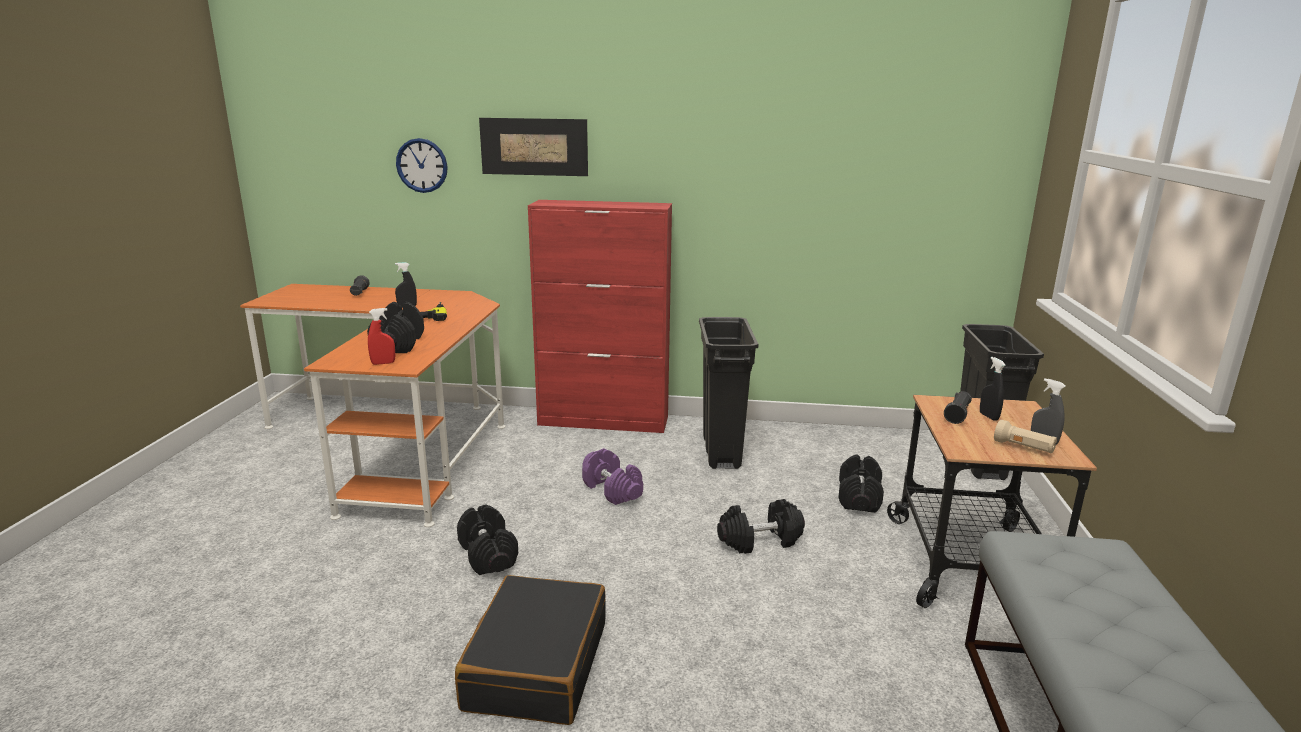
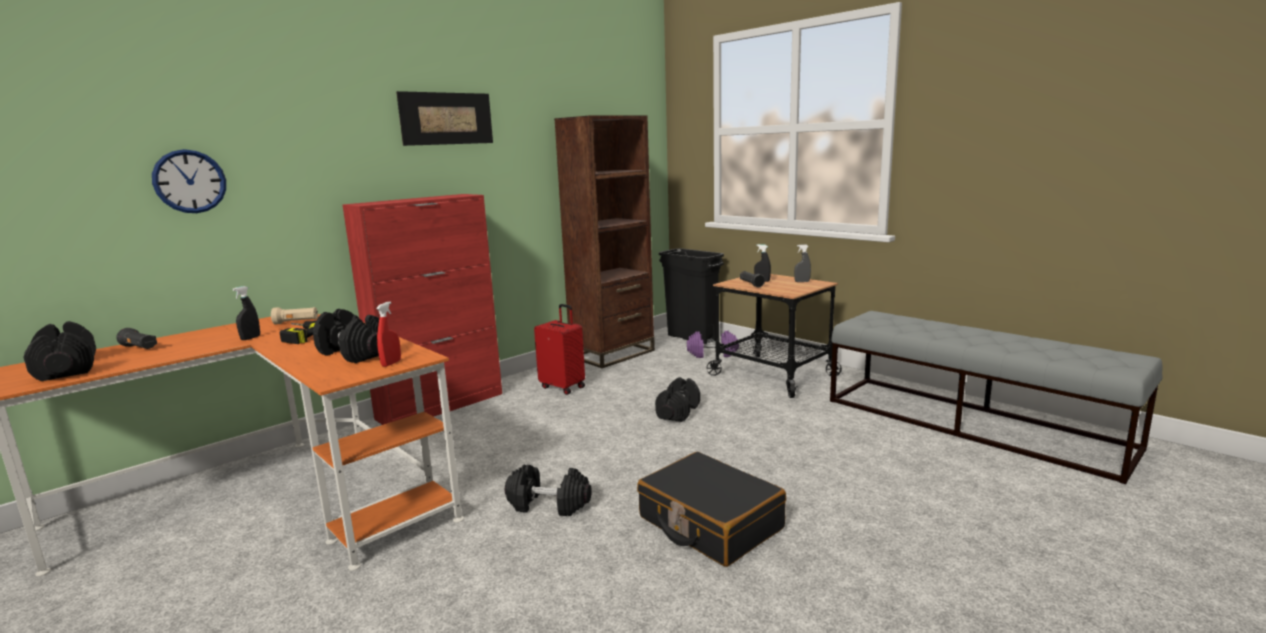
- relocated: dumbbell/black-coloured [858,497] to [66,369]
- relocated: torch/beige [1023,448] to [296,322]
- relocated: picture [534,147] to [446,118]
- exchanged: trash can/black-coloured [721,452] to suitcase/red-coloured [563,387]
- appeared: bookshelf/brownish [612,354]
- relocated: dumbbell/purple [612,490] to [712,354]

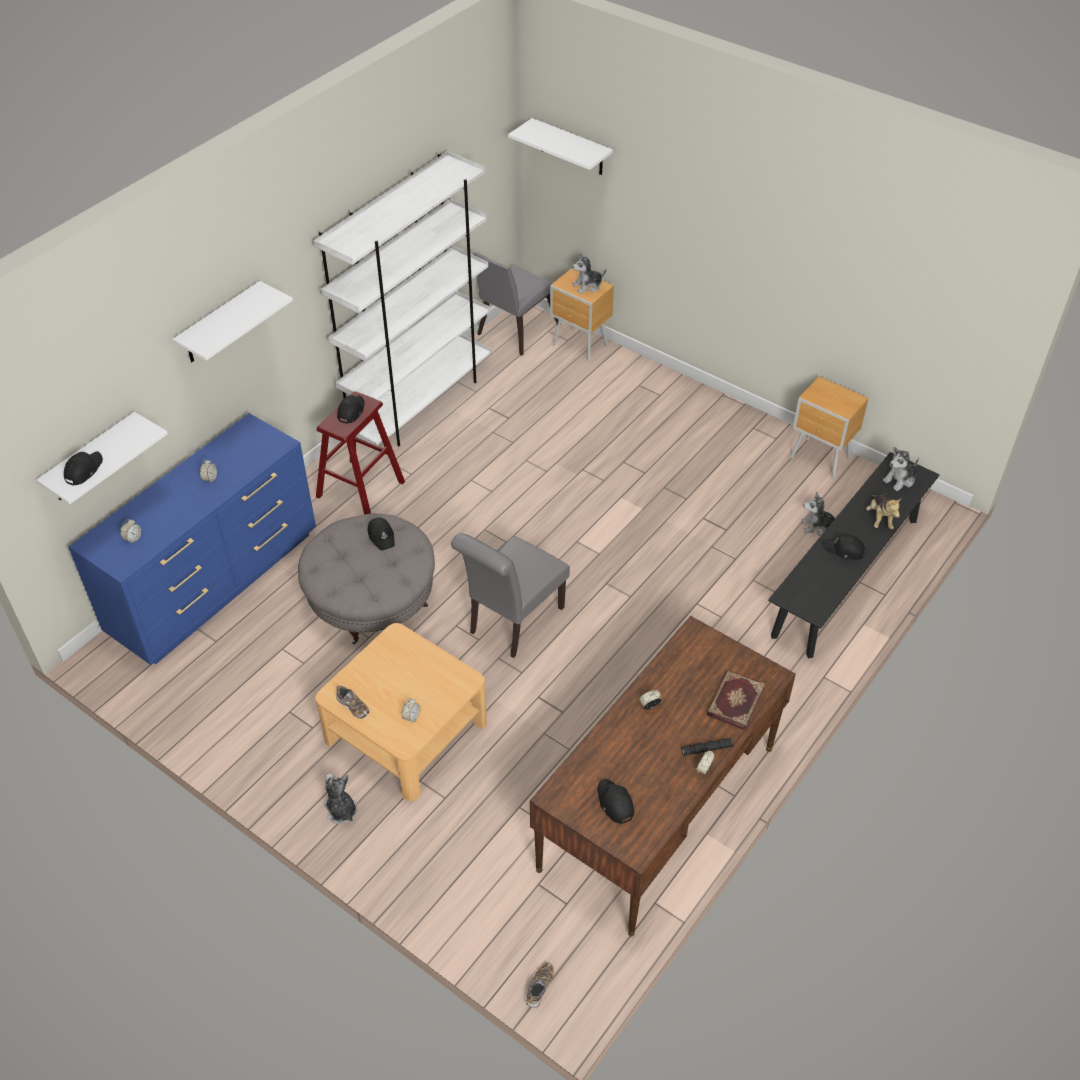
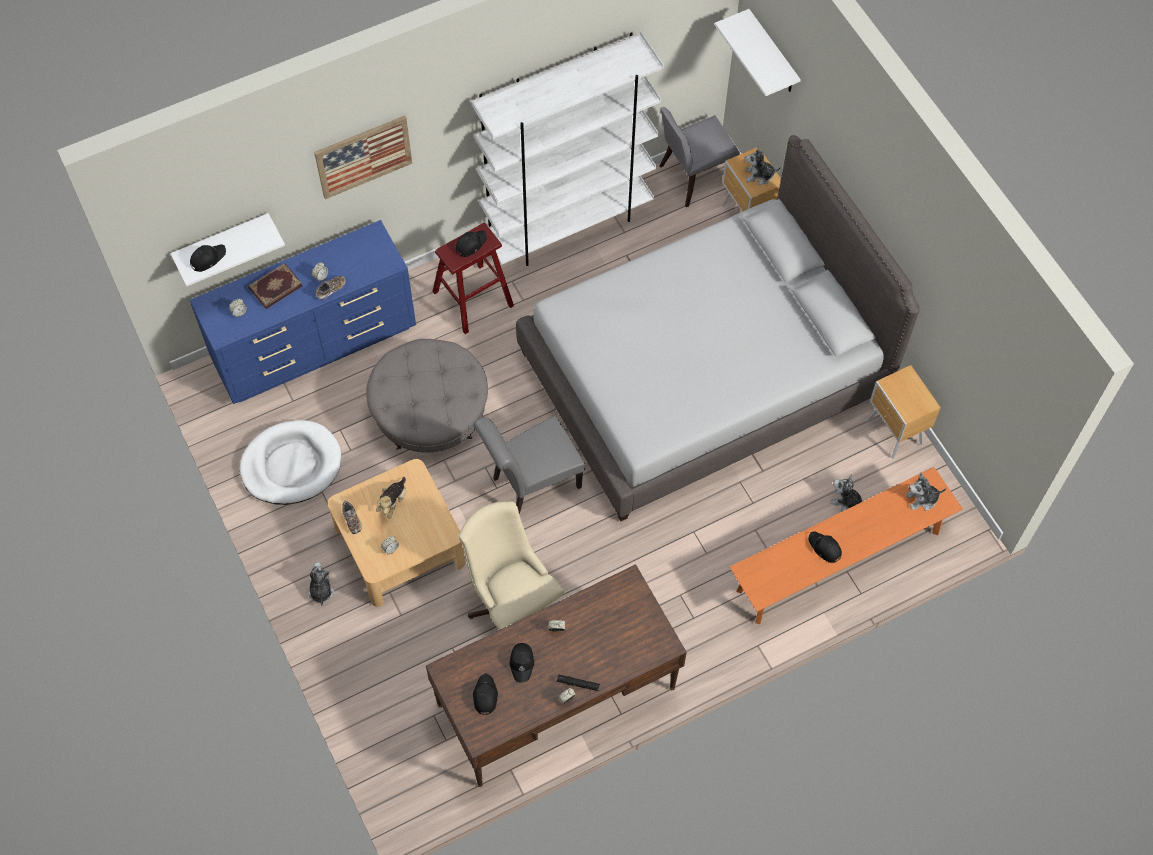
- appeared: dog cushion/whitish [291,465]
- relocated: book [734,701] to [275,286]
- exchanged: bracket shelf/whitish [220,324] to picture [363,156]
- relocated: low shoe [539,987] to [330,289]
- relocated: soft toy [879,518] to [393,502]
- appeared: computer chair/beige [511,602]
- relocated: cap/black-coloured [382,536] to [522,663]
- appeared: bedroom bed/gray [703,374]
- colour: indoor bench/black-coloured [846,576] to indoor bench/orangey [838,561]

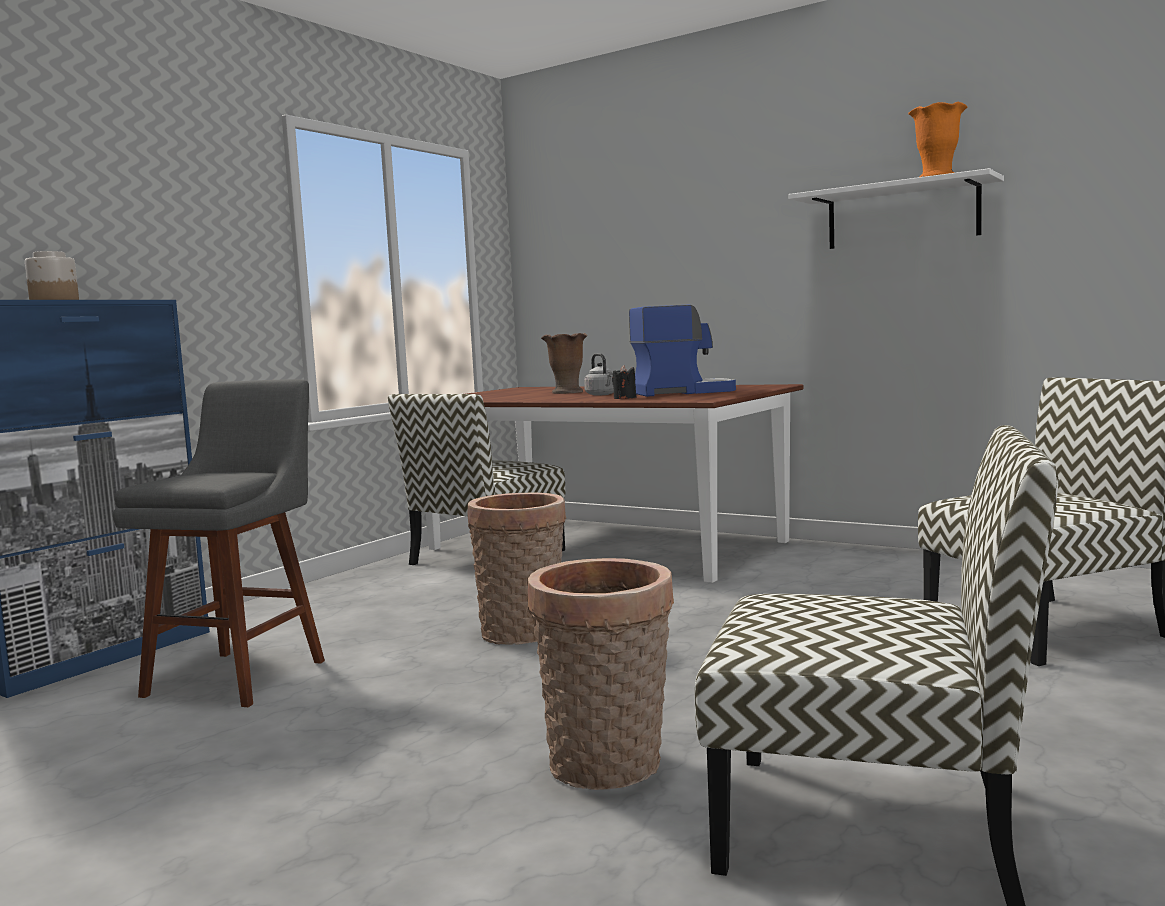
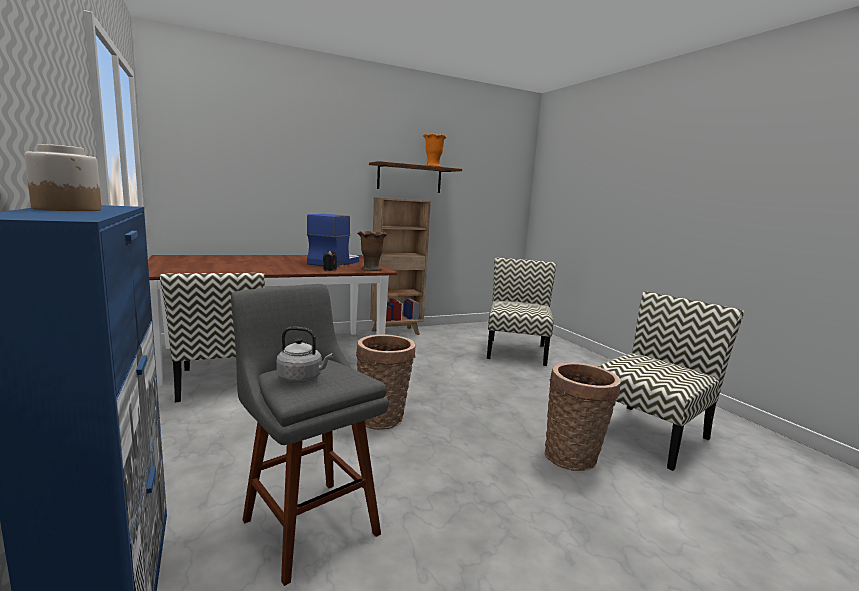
- relocated: kettle/gray [602,395] to [302,378]
- relocated: flower vase/brownish [567,392] to [371,269]
- colour: bracket shelf/whitish [902,215] to bracket shelf/brownish [409,178]
- appeared: bookshelf/brownish [396,332]

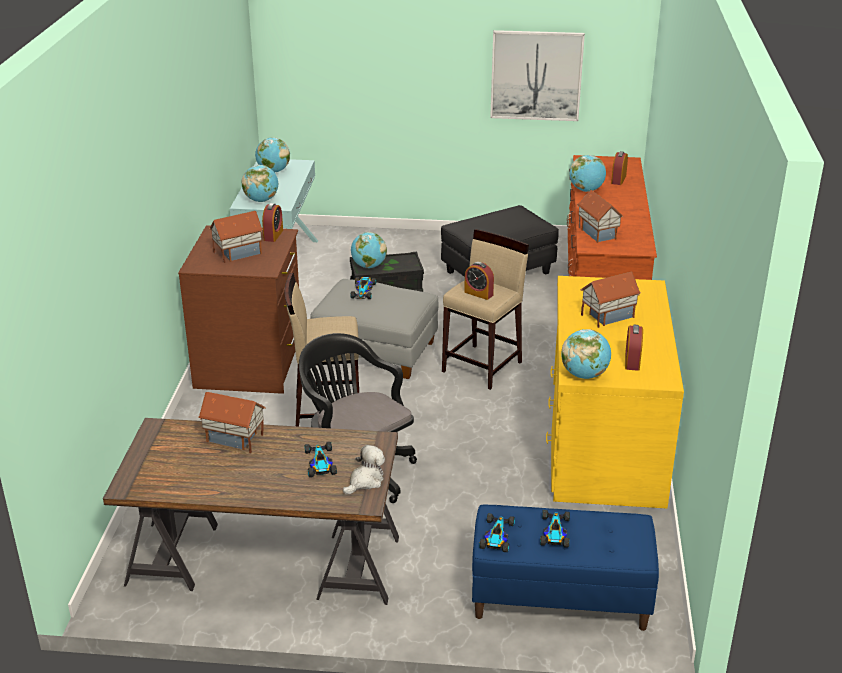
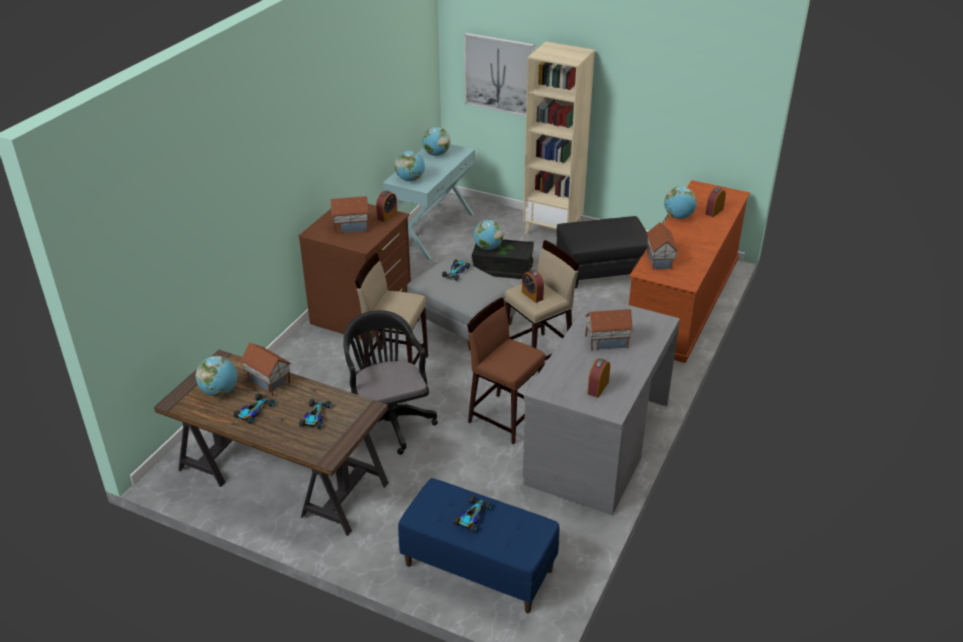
- relocated: world globe [584,375] to [220,391]
- relocated: miniature car [496,537] to [254,411]
- relocated: picture [536,75] to [499,74]
- appeared: sitting stool/brownish [505,418]
- appeared: bookshelf/beige [553,229]
- colour: desk unit/yellow-coloured [604,441] to desk unit/gray [597,443]
- missing: soft toy [365,481]

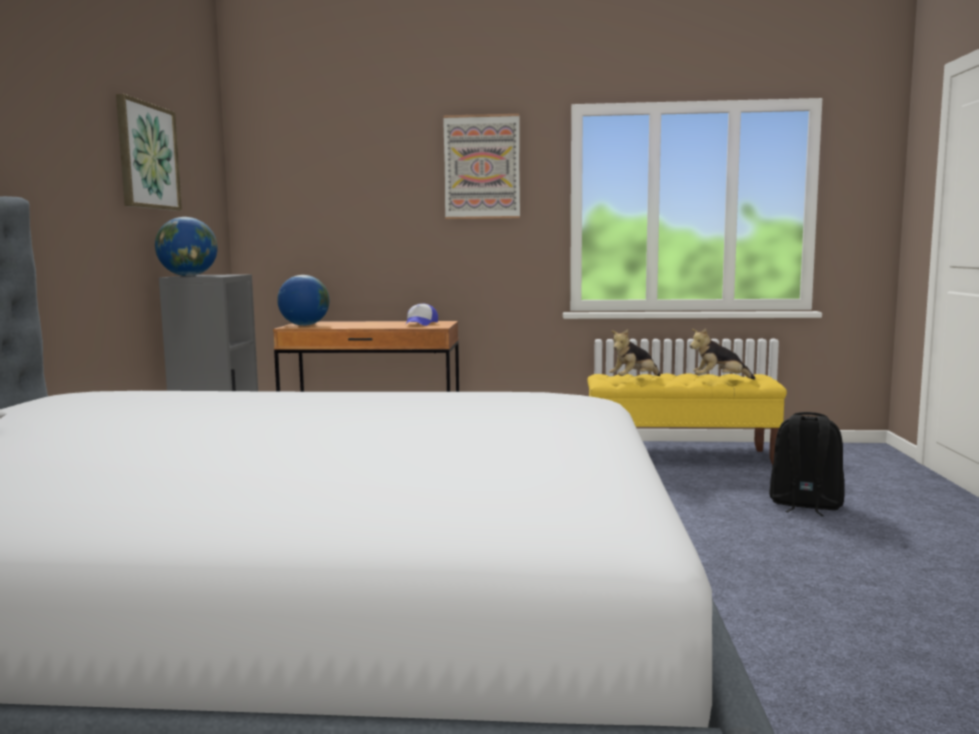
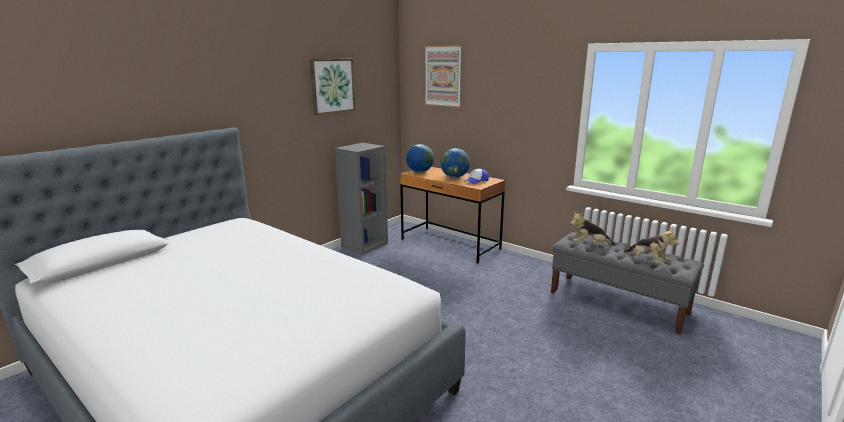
- relocated: picture [482,167] to [443,76]
- relocated: world globe [188,276] to [454,177]
- colour: indoor bench/yellow-coloured [680,458] to indoor bench/gray [618,303]
- spun: soft toy [719,380] = [648,260] 150 degrees counterclockwise
- missing: knapsack/black-coloured [804,505]

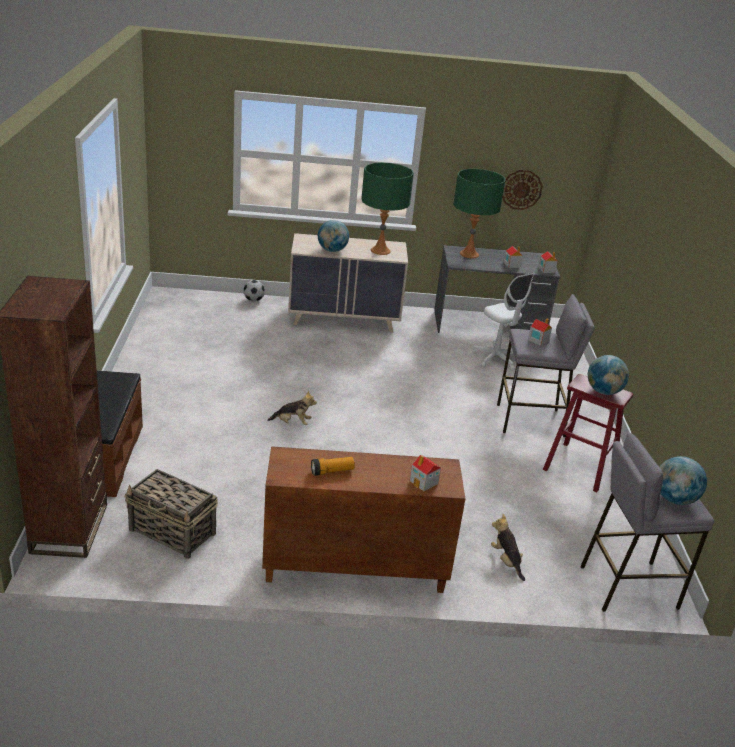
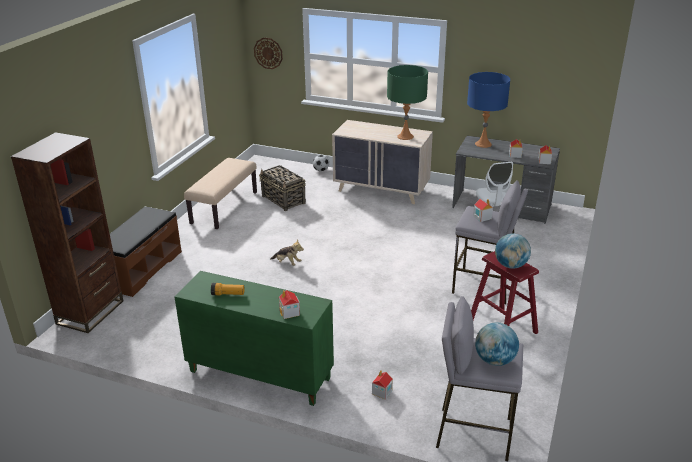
- colour: cabinet/brownish [353,569] to cabinet/greenish [258,375]
- appeared: indoor bench/beige [224,207]
- relocated: hanging clock [521,189] to [268,53]
- relocated: storage basket [173,532] to [283,200]
- exchanged: soft toy [506,561] to model house [382,392]
- colour: lamp for a table/greenish [469,254] to lamp for a table/bluish [483,144]
- missing: world globe [332,250]

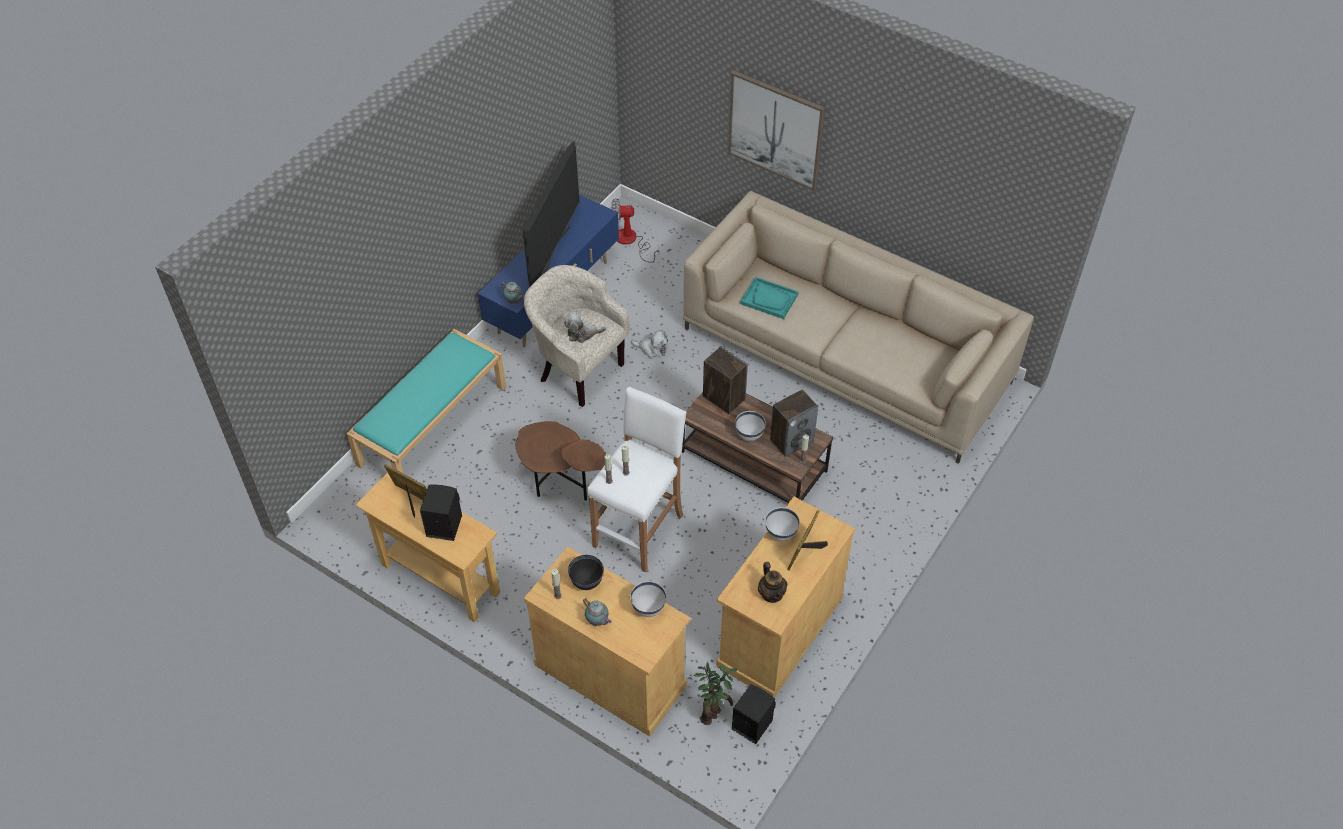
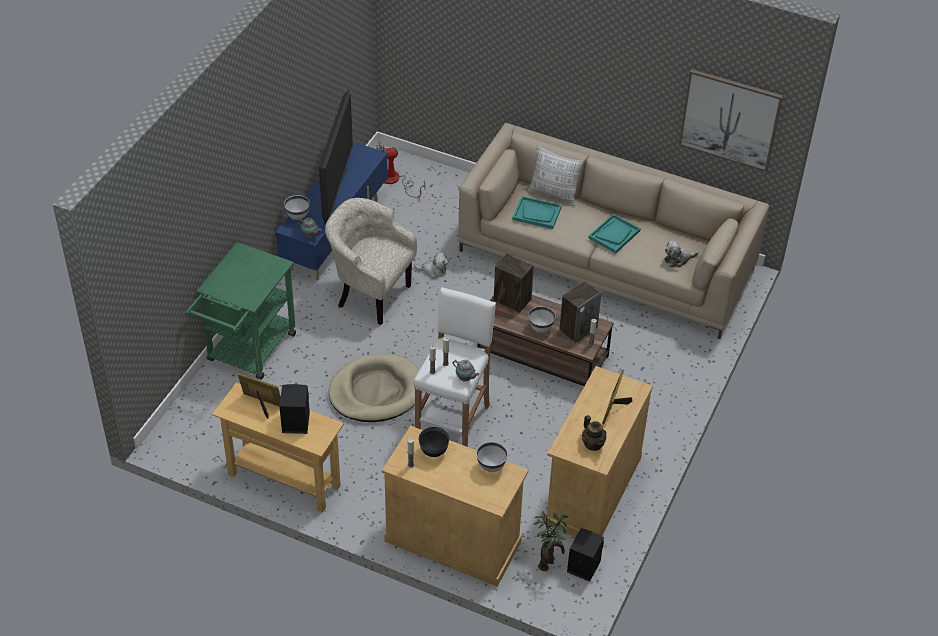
- exchanged: indoor bench/turquoise [432,424] to wheeled cart/greenish [248,352]
- relocated: bowl/whitish [781,535] to [298,217]
- exchanged: side table/brownish [561,485] to dog cushion/beige [376,391]
- relocated: pot for tea [597,621] to [465,379]
- appeared: pillow [554,194]
- appeared: tray/turquoise [614,234]
- relocated: soft toy [583,333] to [678,259]
- relocated: picture [775,130] to [730,119]

